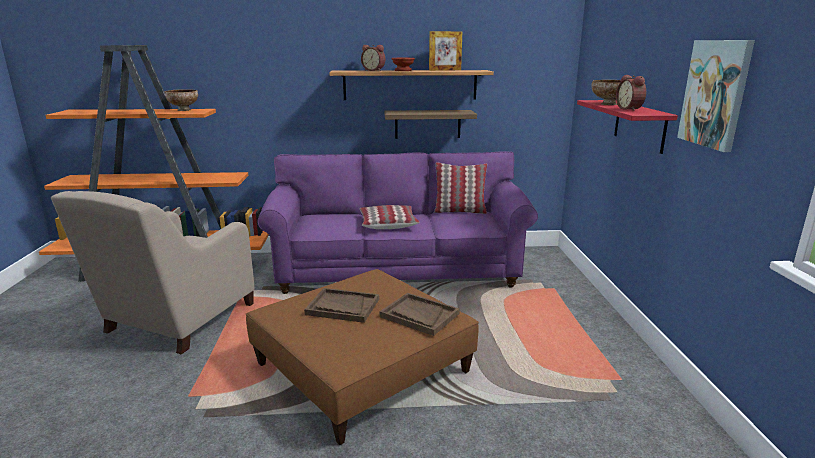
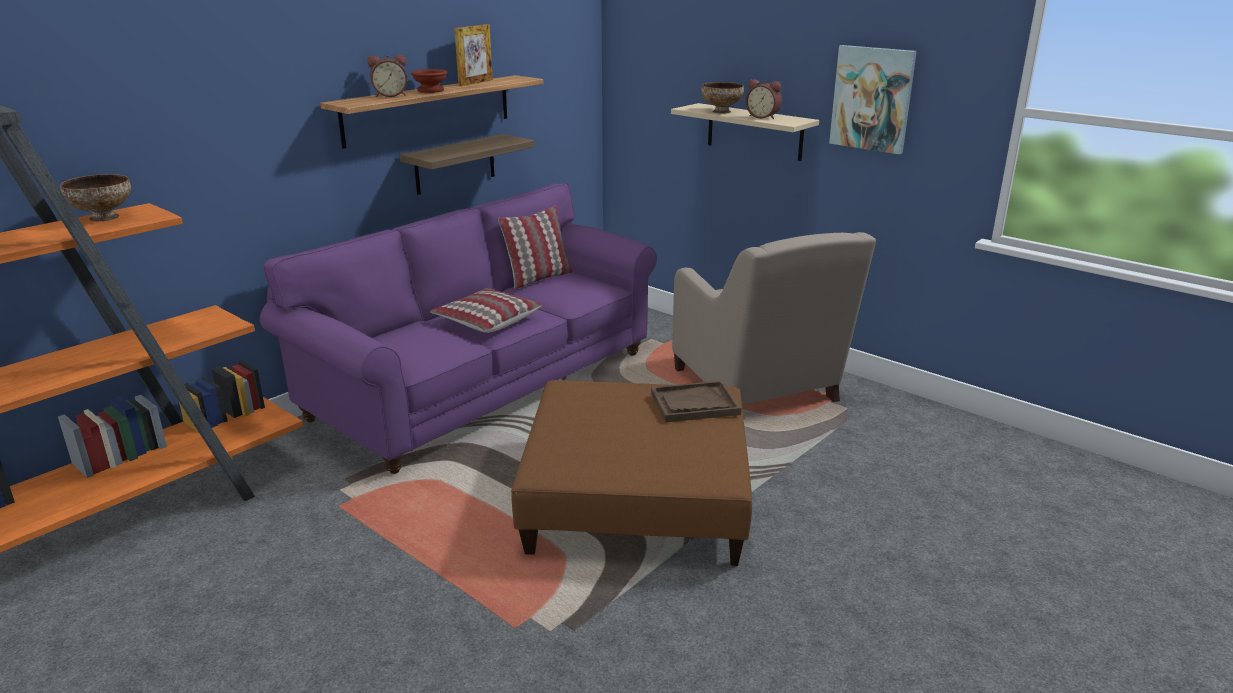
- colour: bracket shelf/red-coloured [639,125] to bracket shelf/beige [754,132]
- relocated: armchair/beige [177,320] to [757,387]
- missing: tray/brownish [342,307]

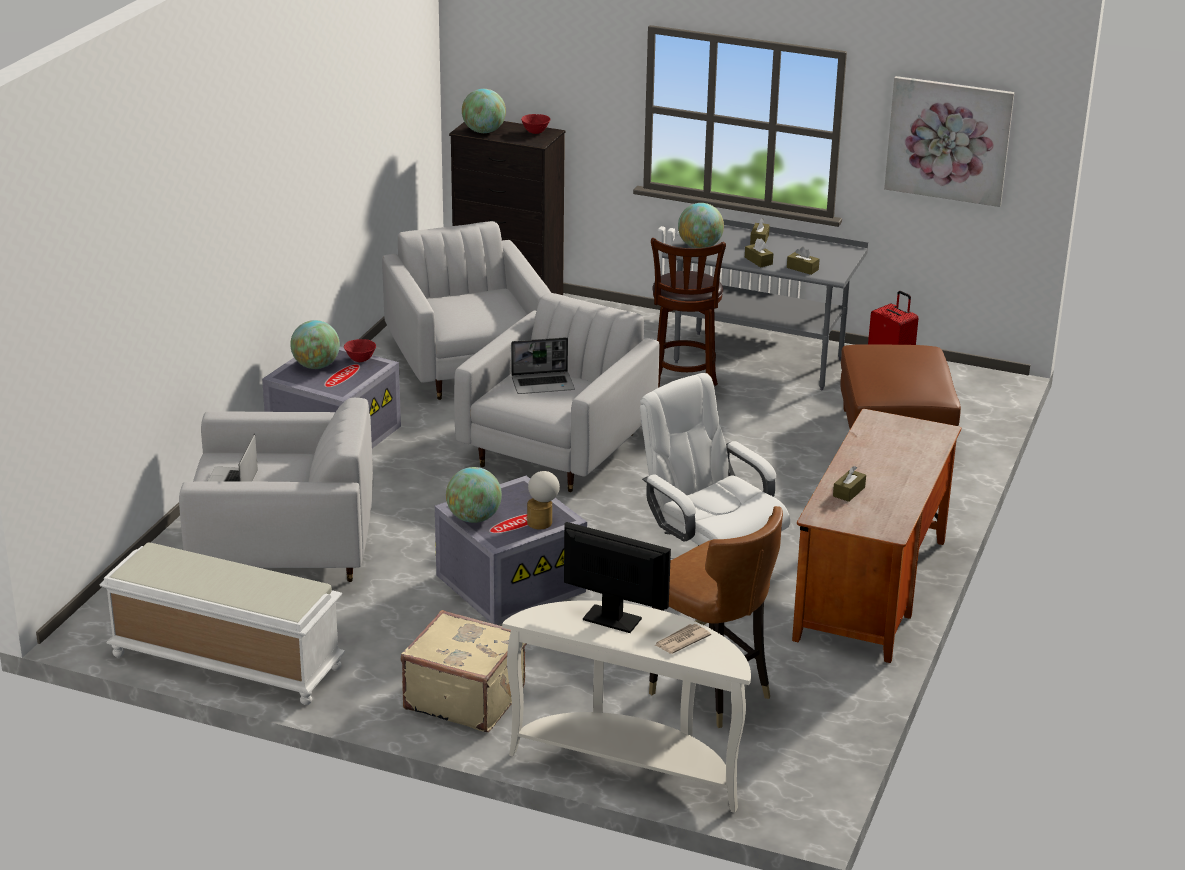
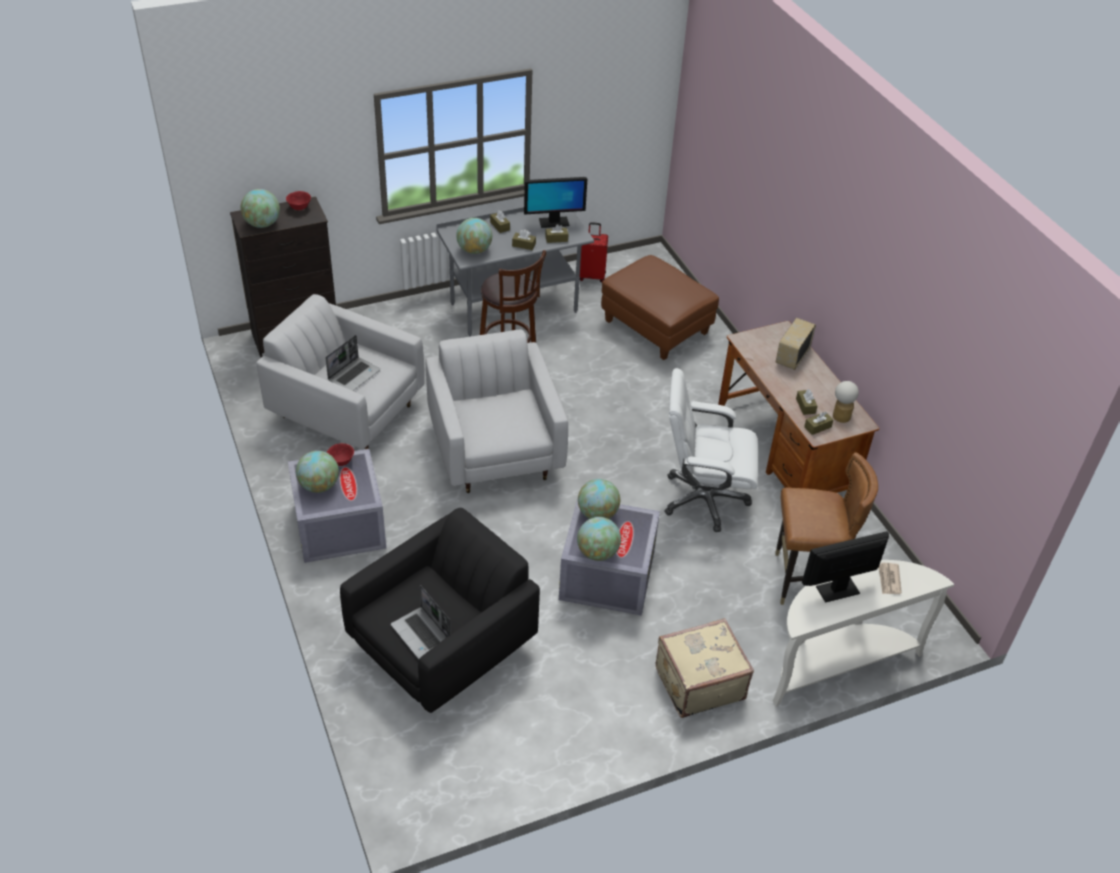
- relocated: portable computer [543,384] to [354,375]
- colour: armchair/whitish [284,551] to armchair/black-coloured [443,647]
- appeared: computer display [553,222]
- appeared: world globe [597,514]
- appeared: radio receiver [792,356]
- appeared: tissue holder/brownish [817,427]
- relocated: lamp for a table [542,521] to [841,414]
- missing: indoor bench/whitish [224,662]
- missing: picture [948,140]

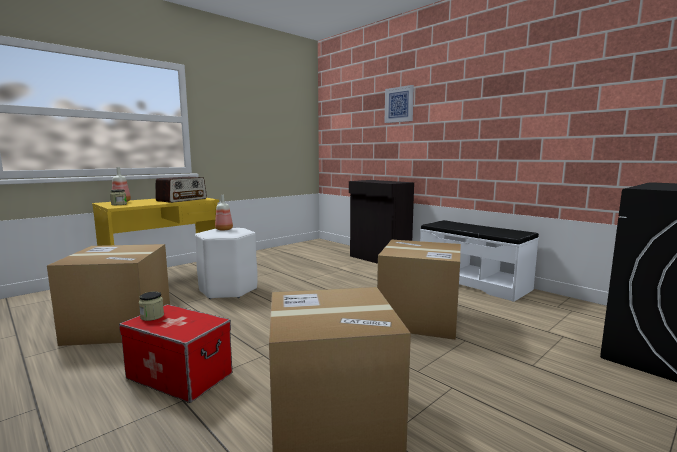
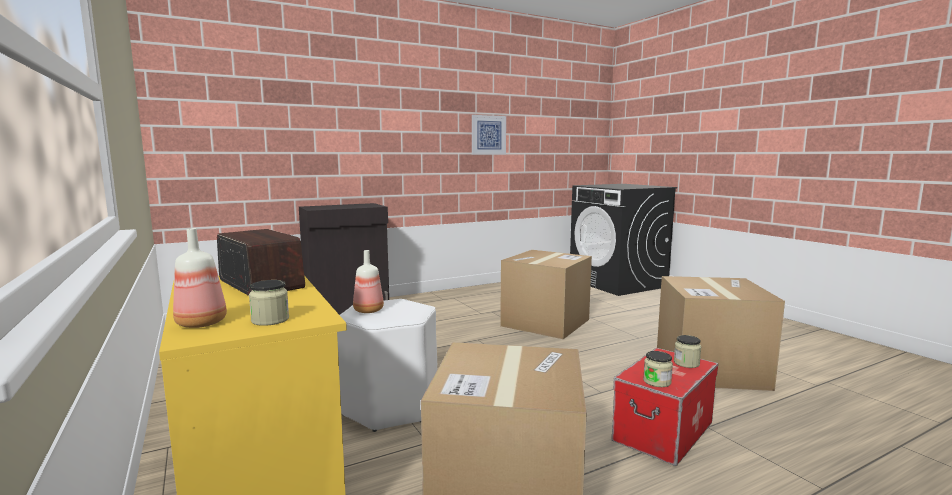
- relocated: picture [399,104] to [488,135]
- appeared: storage jar [686,363]
- missing: indoor bench/whitish [473,282]

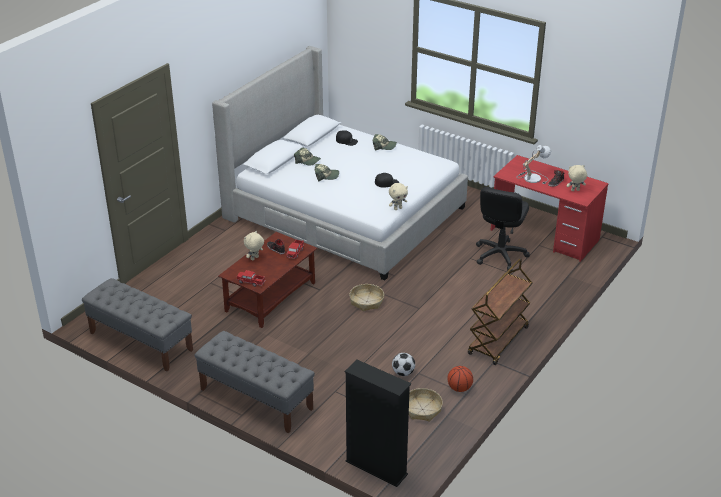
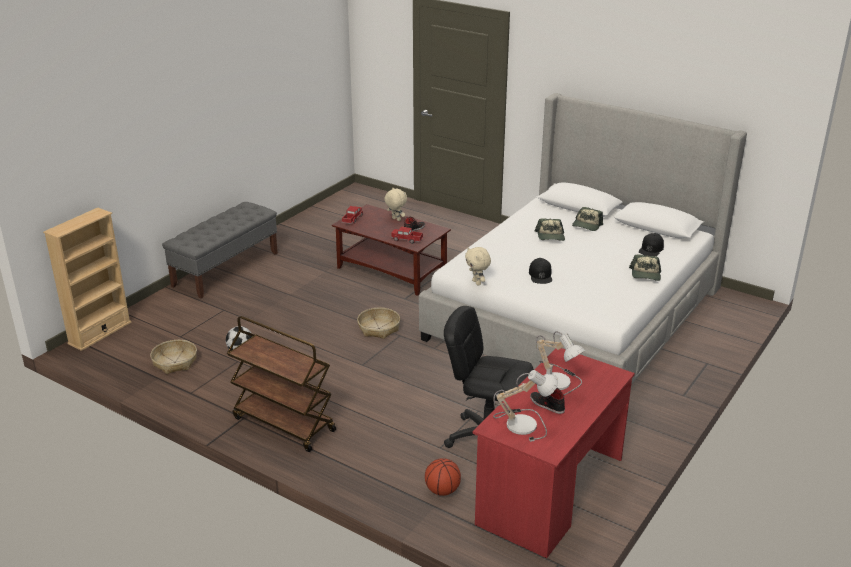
- colour: bookshelf/black-coloured [376,468] to bookshelf/beige [100,333]
- relocated: basketball [459,388] to [442,491]
- exchanged: soft toy/beige [575,190] to lamp for a table [522,423]
- missing: indoor bench/gray [140,341]

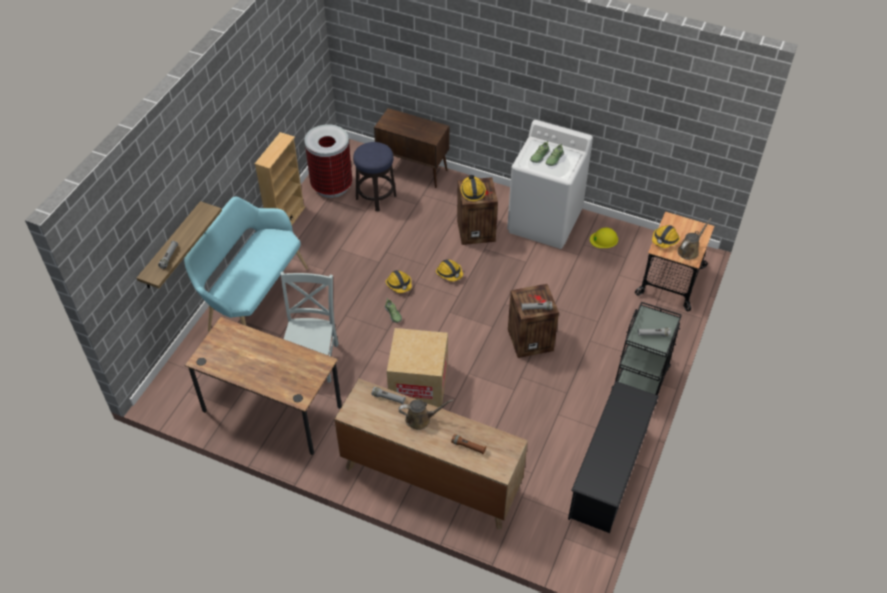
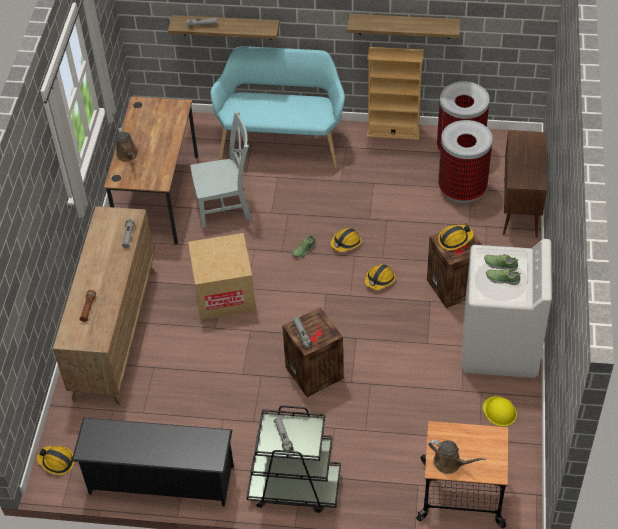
- relocated: work helmet [665,240] to [56,462]
- relocated: sprinkling can/brownish [420,419] to [128,155]
- appeared: bracket shelf [404,26]
- exchanged: sitting stool [376,197] to trash can [462,189]

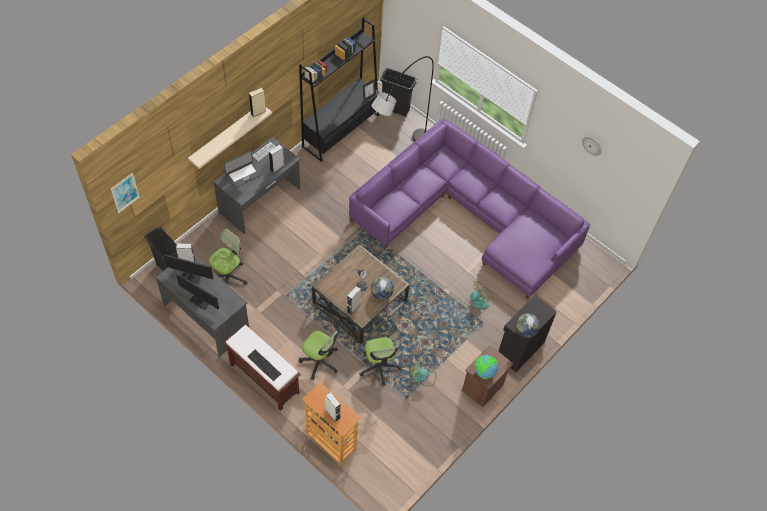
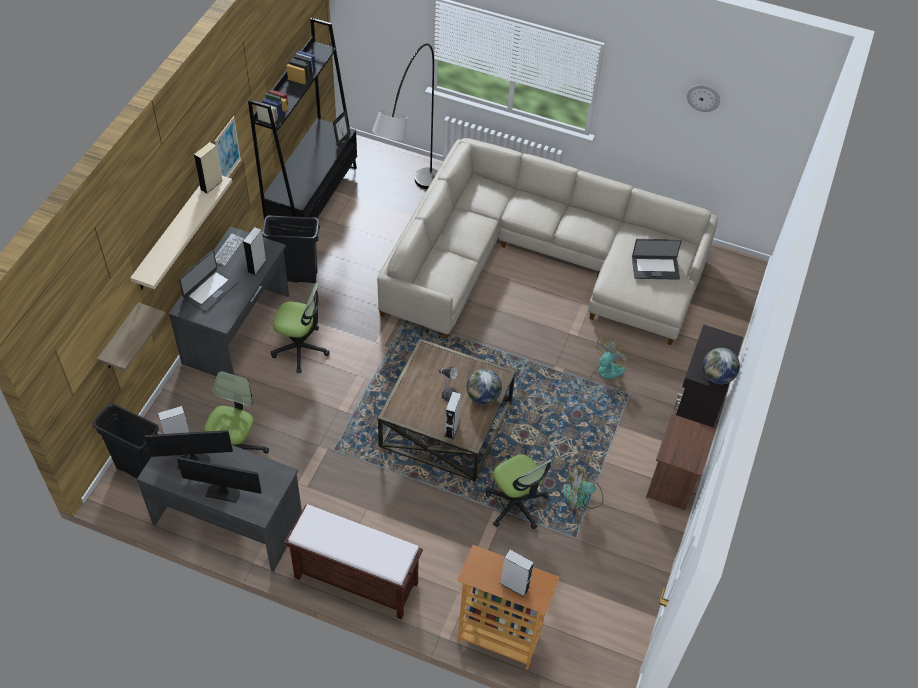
- appeared: bracket shelf [120,339]
- relocated: picture [125,192] to [227,150]
- relocated: trash can/black-coloured [396,109] to [296,276]
- relocated: computer chair [320,361] to [300,348]
- colour: sofa/purple [468,216] to sofa/beige [540,262]
- appeared: portable computer [655,268]
- missing: PC keyboard [264,365]
- missing: world globe [484,372]

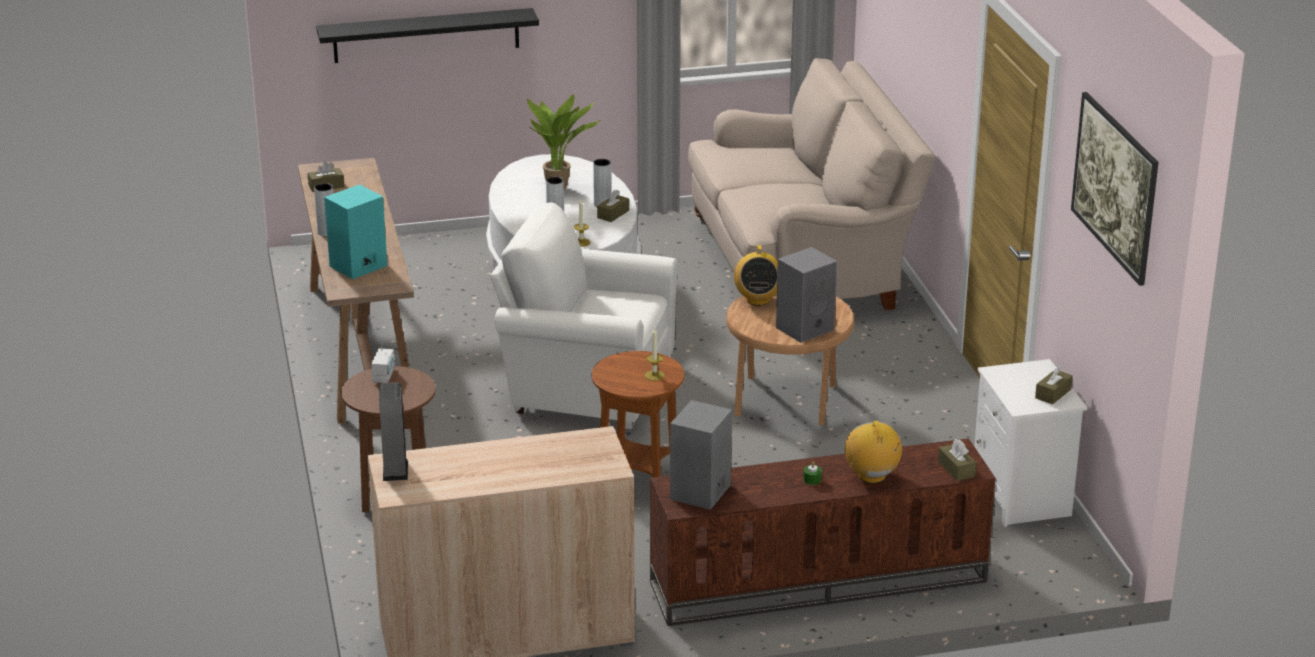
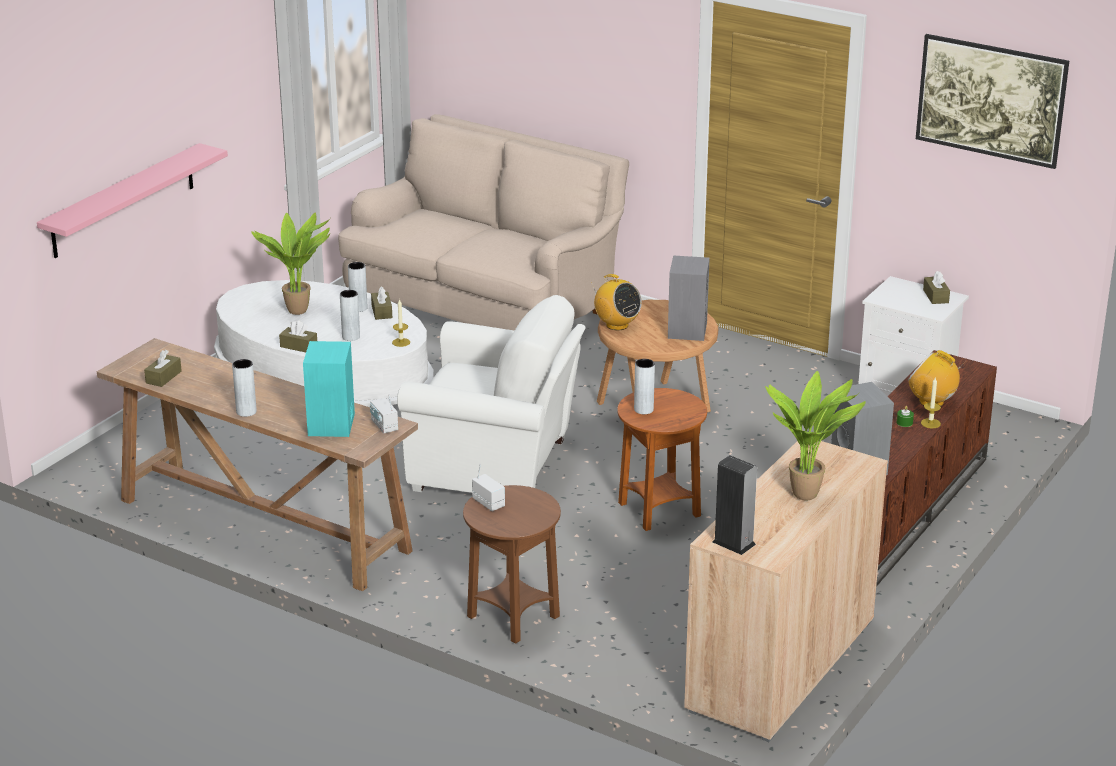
- colour: bracket shelf/black-coloured [426,35] to bracket shelf/pink [123,201]
- relocated: tissue holder/brownish [956,469] to [298,346]
- appeared: radio receiver [384,426]
- spun: armchair/whitish [585,386] = [497,466] 135 degrees counterclockwise
- appeared: flower vase/gray [643,409]
- appeared: potted plant [808,494]
- relocated: wax candle [654,375] to [930,423]

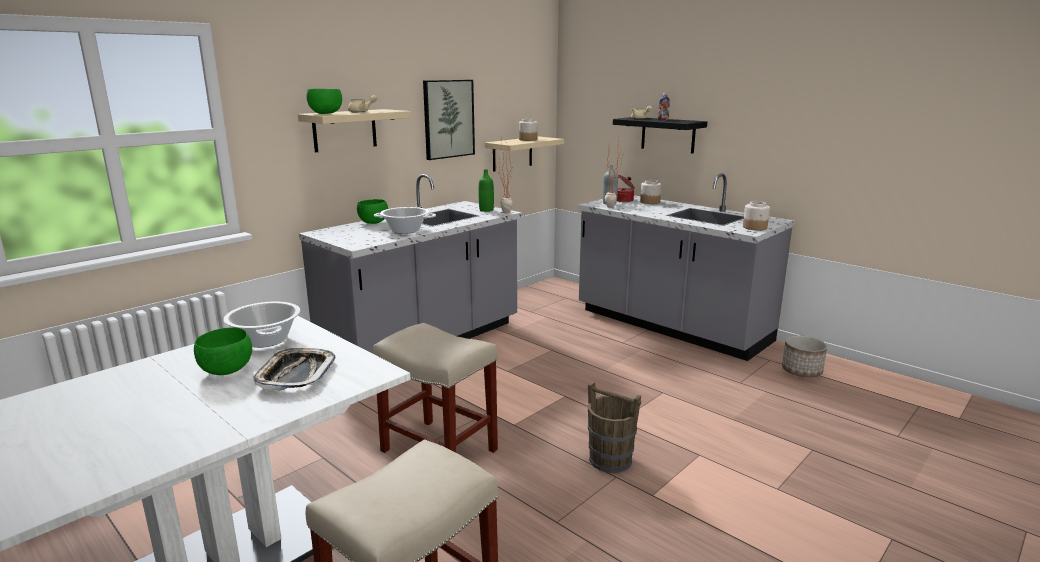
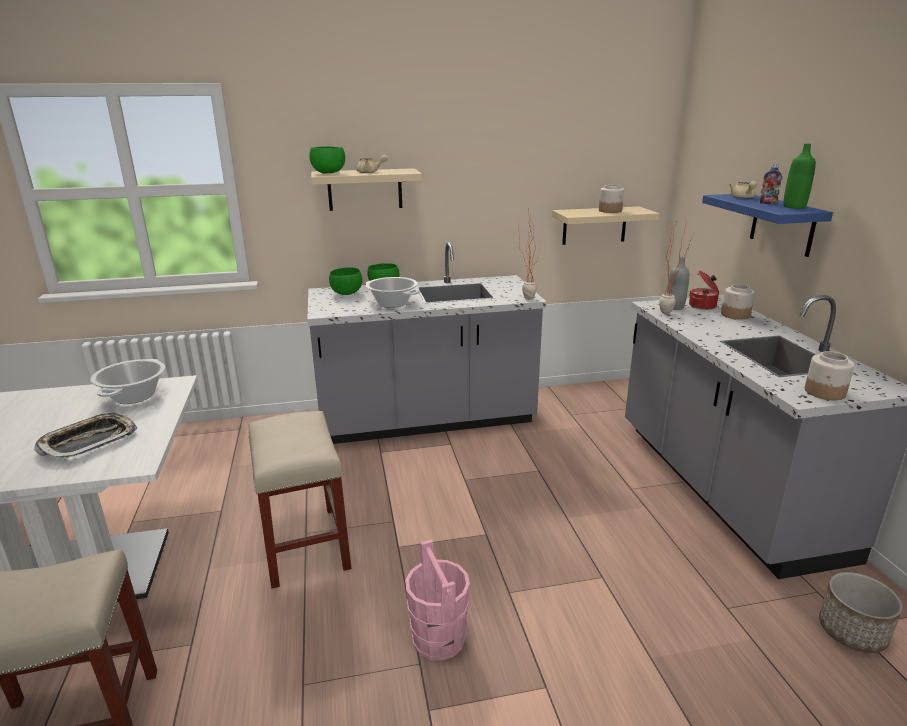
- relocated: bowl/greenish [228,371] to [347,294]
- colour: water bucket/brownish [610,460] to water bucket/pink [438,639]
- colour: bracket shelf/black-coloured [668,135] to bracket shelf/bluish [782,224]
- relocated: bottle/greenish [486,210] to [794,207]
- missing: picture [448,119]

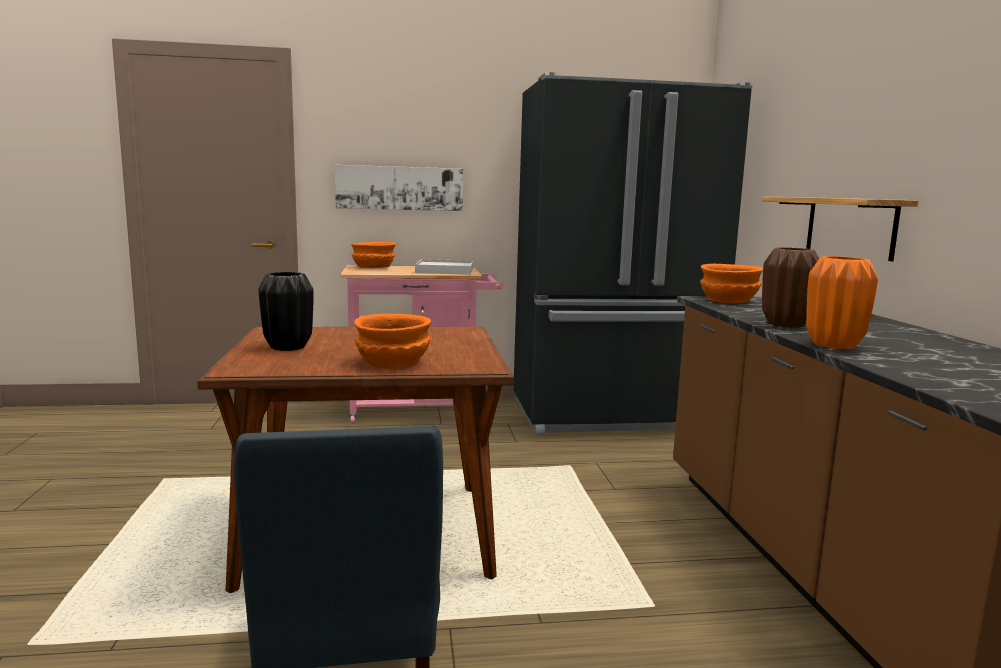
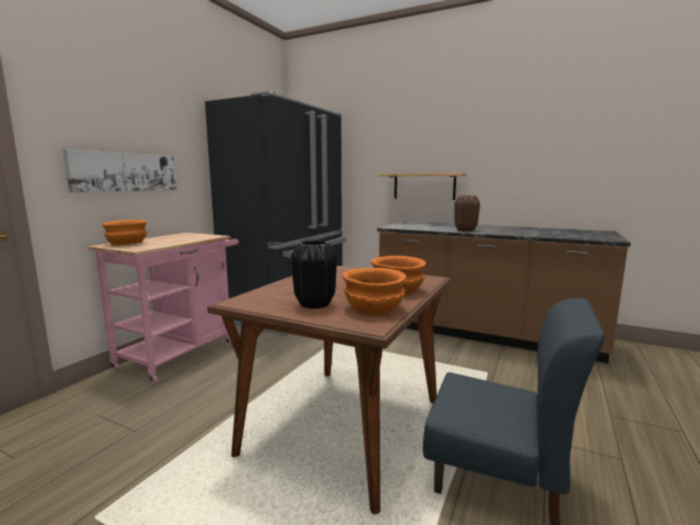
- relocated: bowl/orangey [729,300] to [374,308]
- missing: tray/whitish [445,270]
- missing: flower vase/orangey [833,345]

